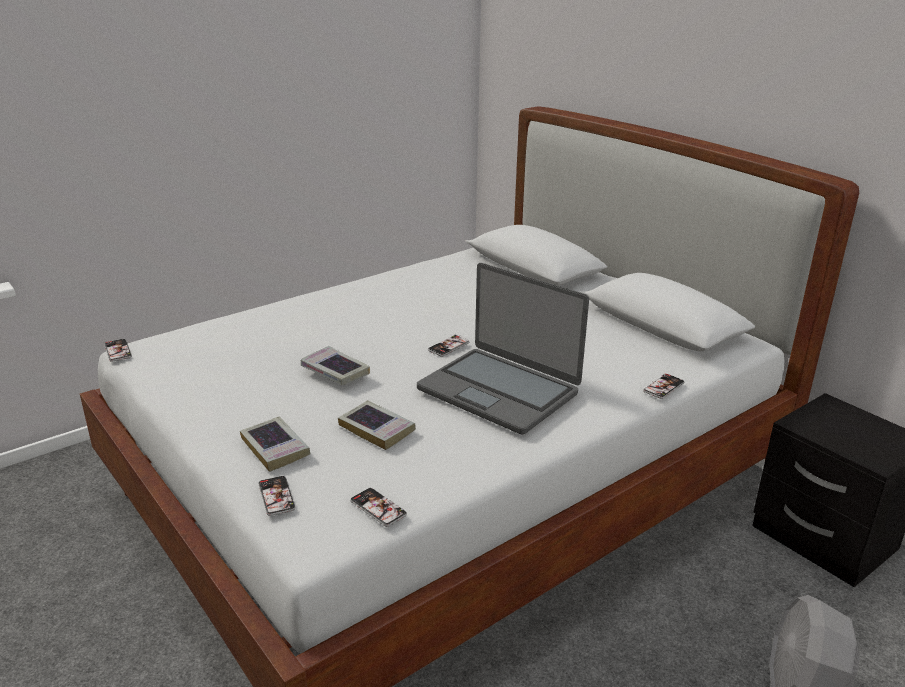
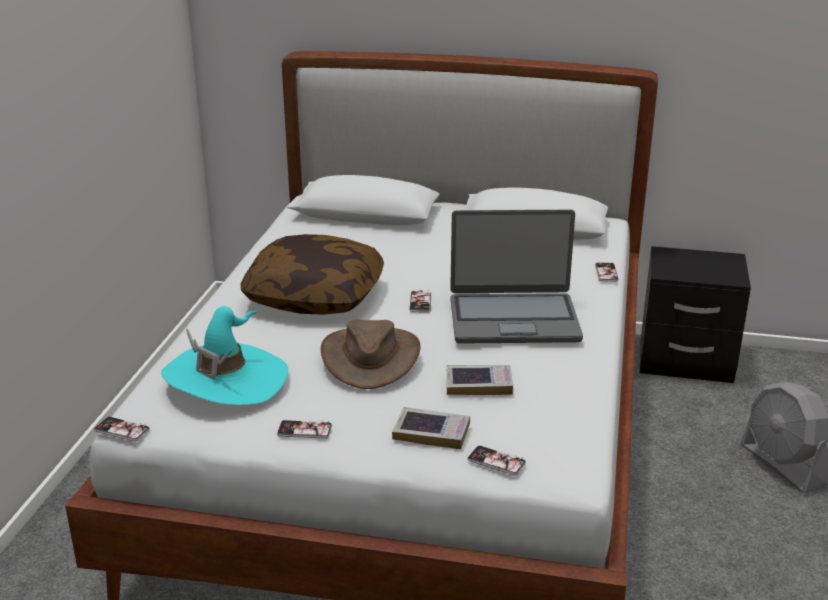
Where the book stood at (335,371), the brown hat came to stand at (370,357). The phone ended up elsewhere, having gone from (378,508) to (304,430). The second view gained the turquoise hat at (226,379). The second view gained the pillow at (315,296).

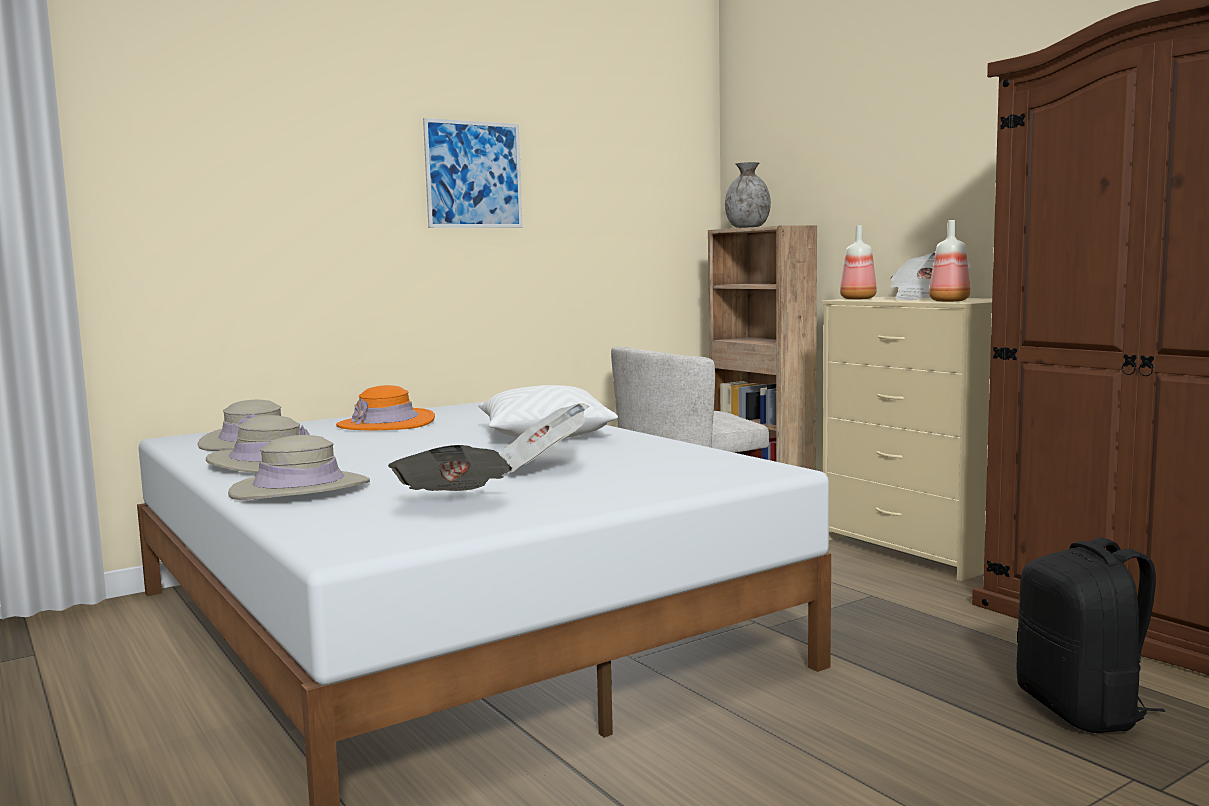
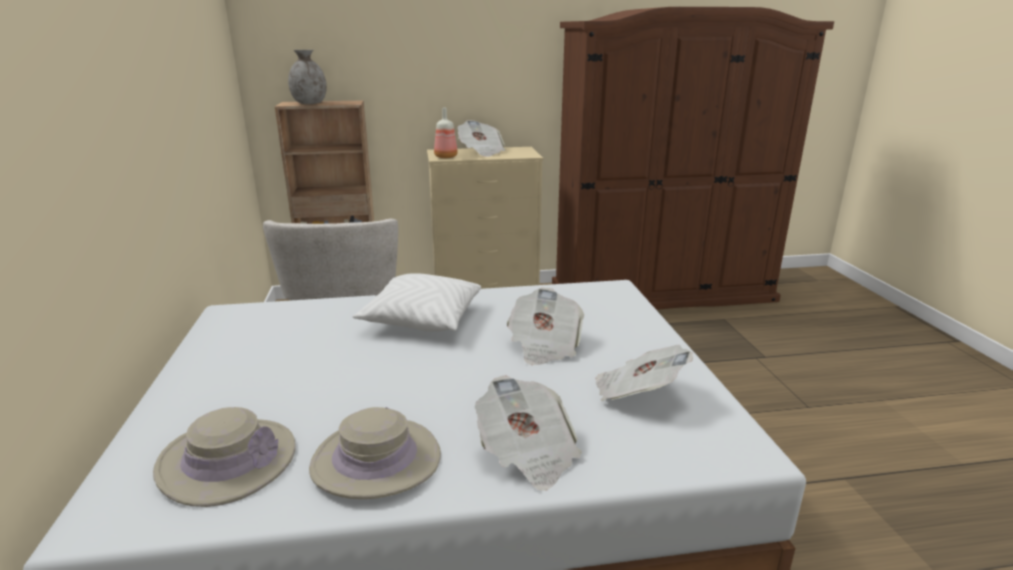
Where the beige hat stood at (300,489), the newspaper came to stand at (528,454). The second view lost the orange hat at (386,424). The second view lost the picture at (473,175). The second view lost the bottle at (948,301). The second view lost the black backpack at (1083,711).

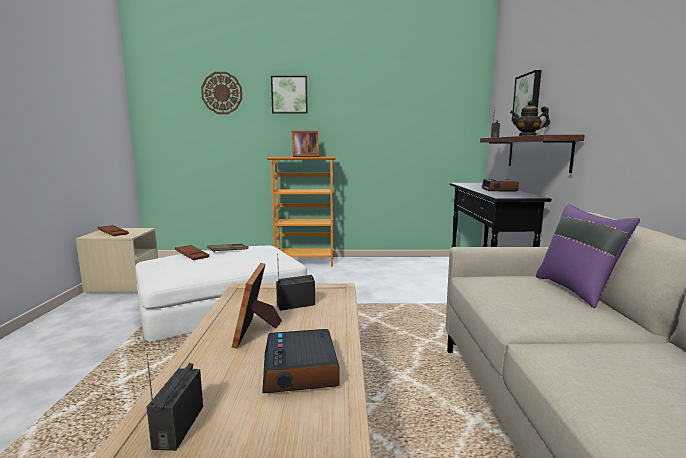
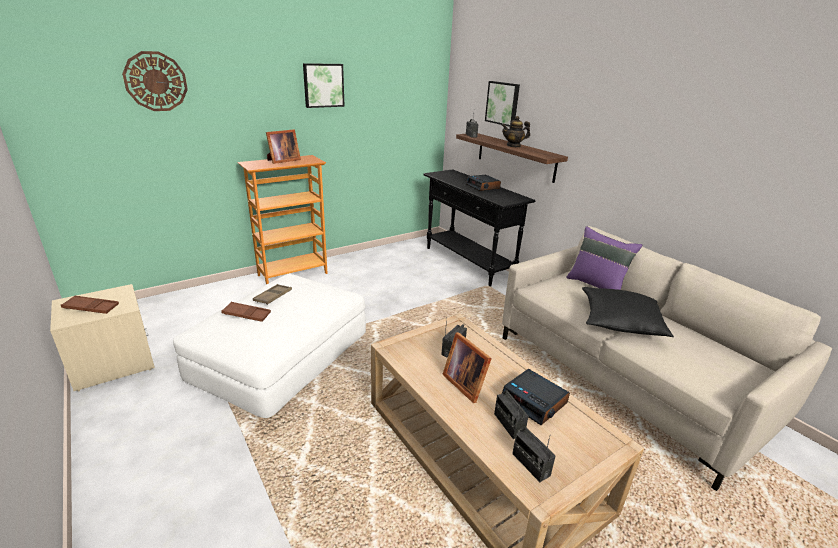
The picture ended up elsewhere, having gone from (289,95) to (323,85). The second view gained the radio at (508,424). The second view gained the black pillow at (620,323).

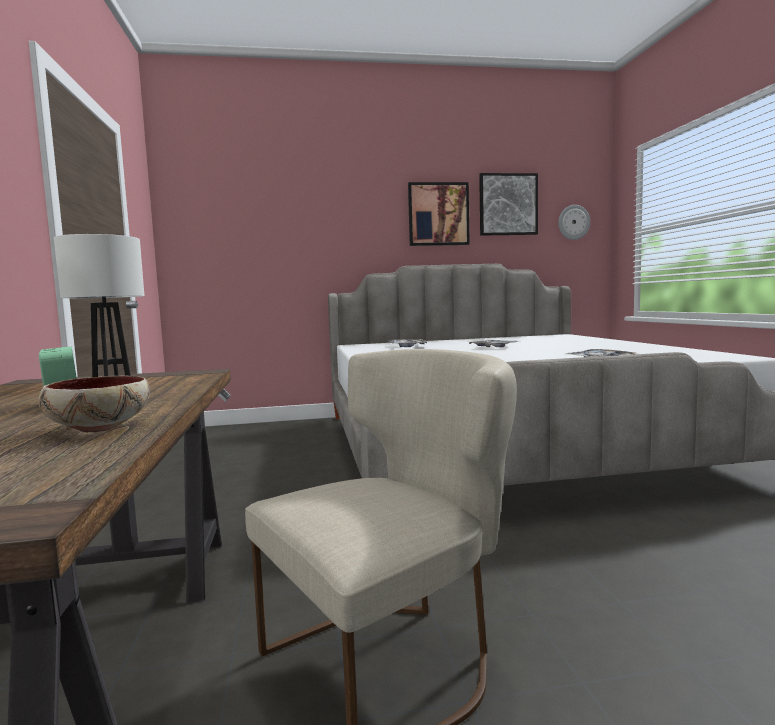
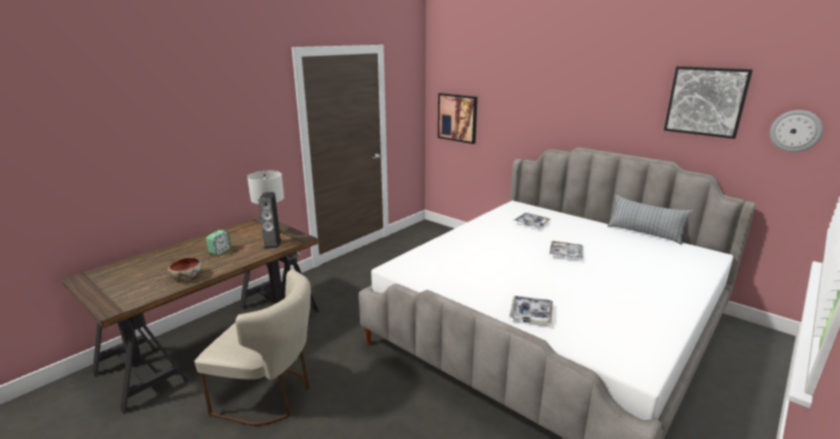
The picture ended up elsewhere, having gone from (438,214) to (457,117). The second view gained the speaker at (272,244). The second view gained the pillow at (644,233).

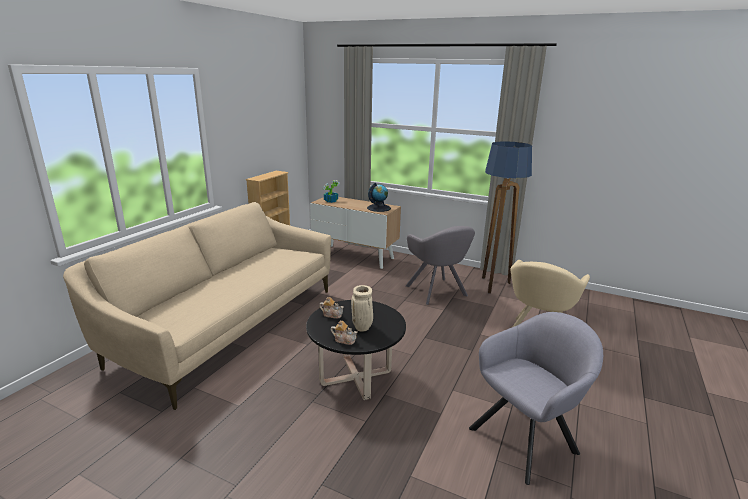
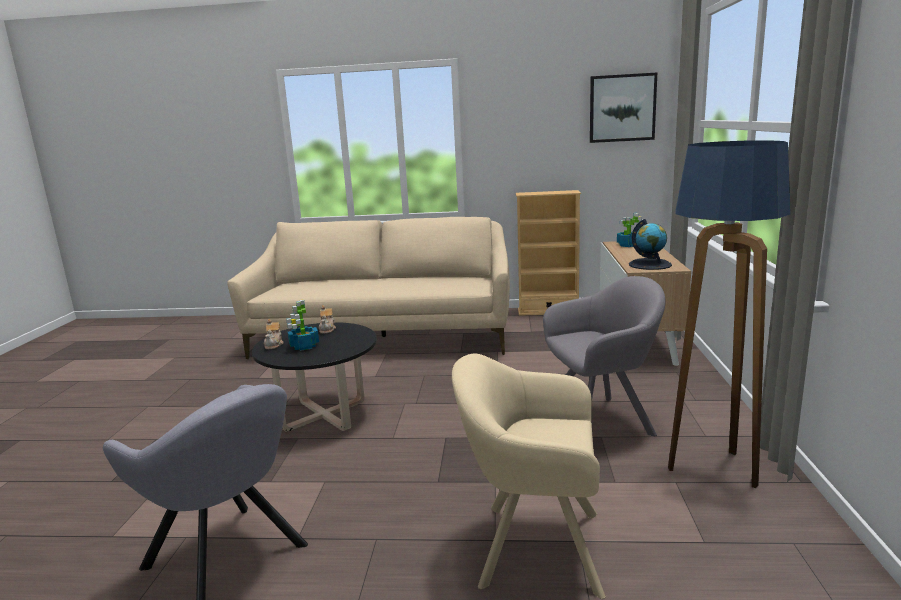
Where the beige vase stood at (362,328), the potted plant came to stand at (304,346). The grey armchair at (437,292) ended up facing another way, 150 degrees counterclockwise from before. The second view gained the picture at (622,108).

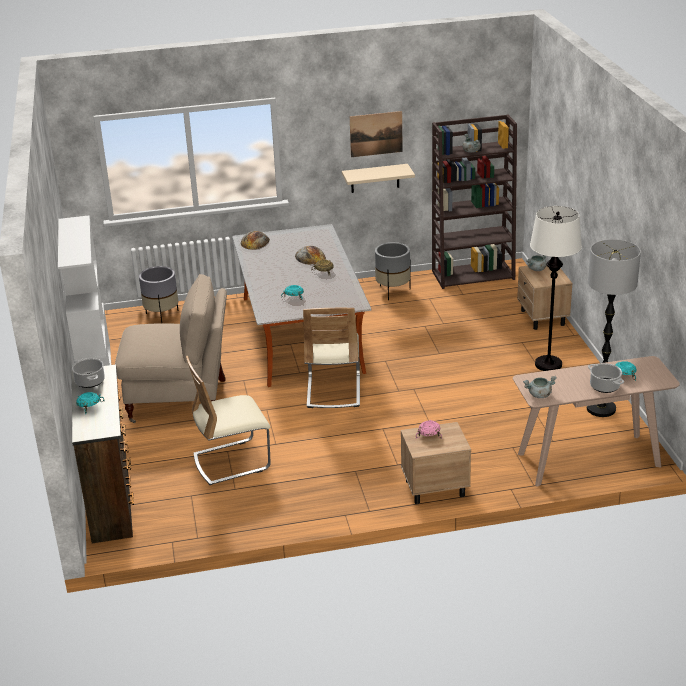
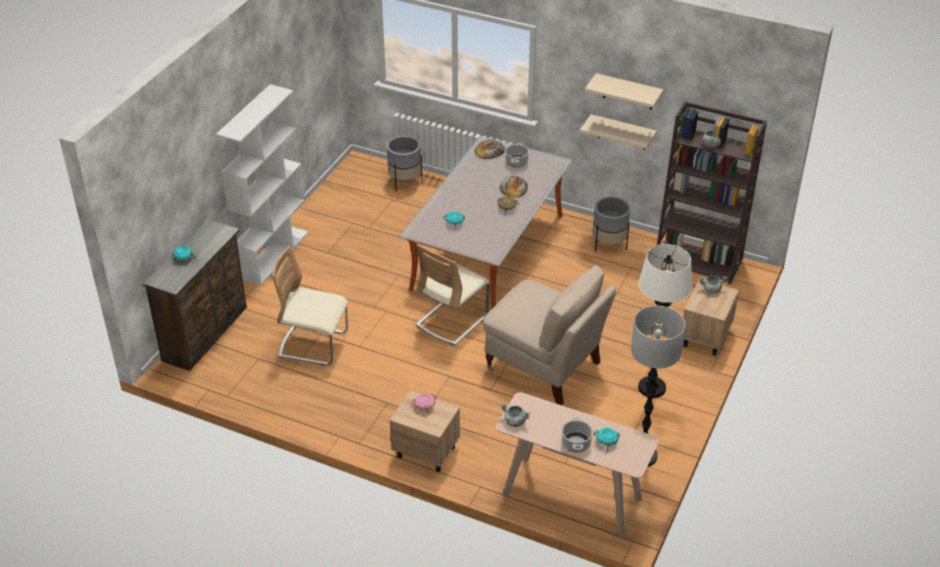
The cooking pot ended up elsewhere, having gone from (89,381) to (516,162). The beige chair ended up elsewhere, having gone from (180,401) to (545,367). Where the picture hung at (376,134), the beige shelf came to hang at (628,92).

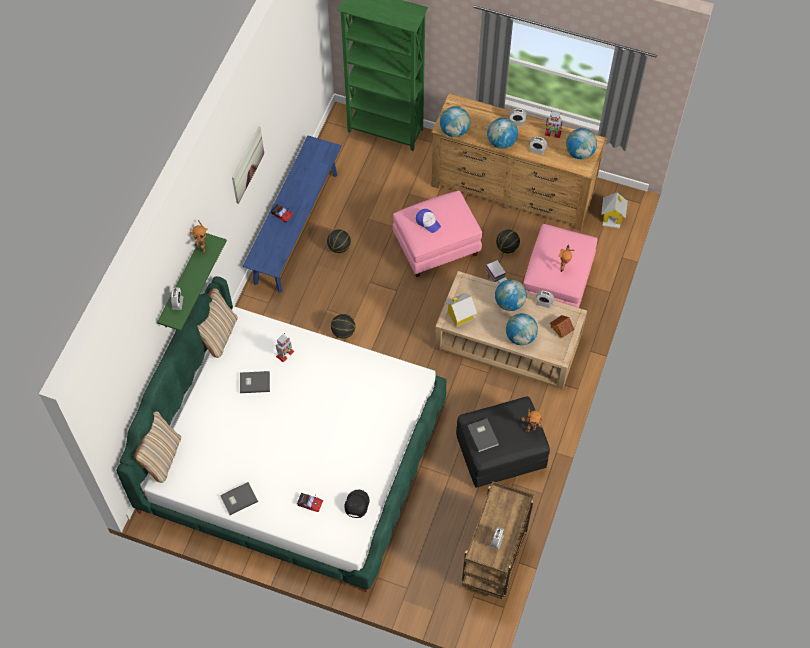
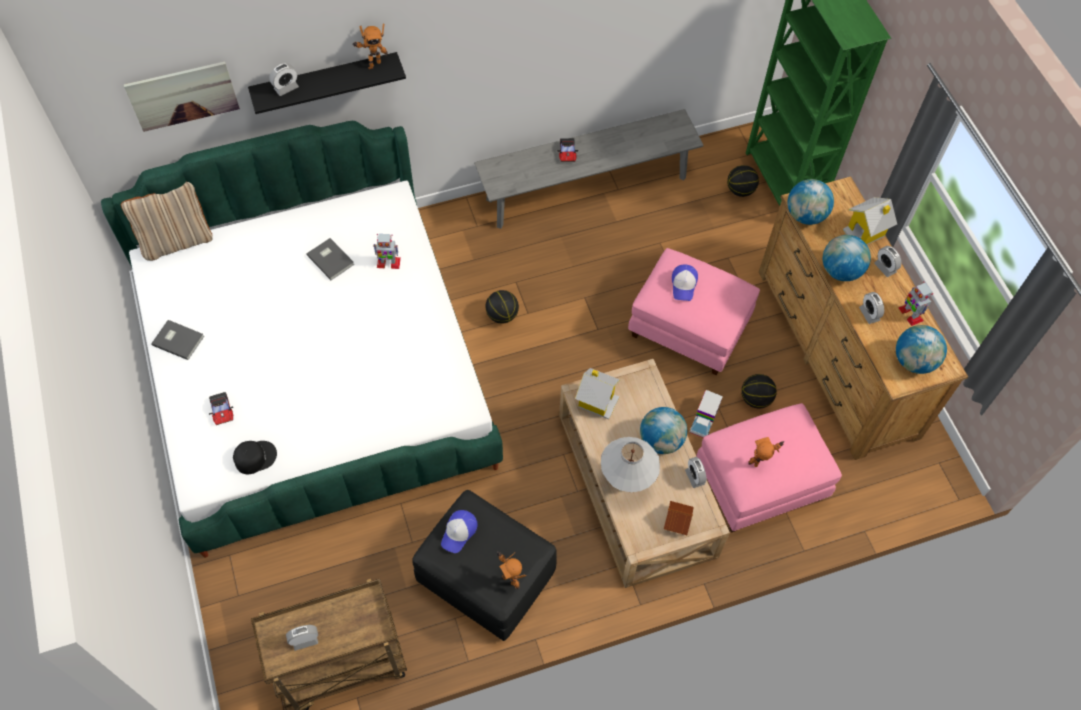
What was the green shelf at (182,283) turned into the black shelf at (325,82). The second view lost the beige pillow at (218,335). The picture ended up elsewhere, having gone from (247,164) to (183,95). What was the blue bench at (296,227) turned into the grey bench at (586,188). The basketball ended up elsewhere, having gone from (339,247) to (740,190). Where the grey book stood at (483,435), the cap came to stand at (459,532). Where the globe stood at (520,337), the white table lamp came to stand at (626,483). The toy house ended up elsewhere, having gone from (612,217) to (865,232).

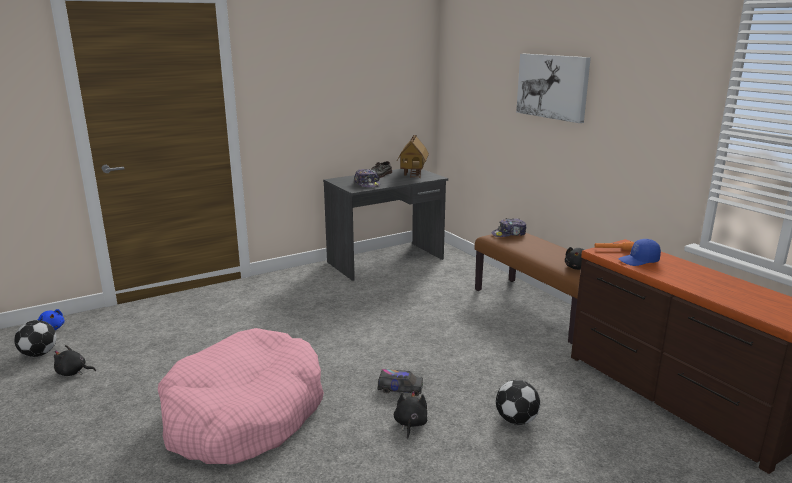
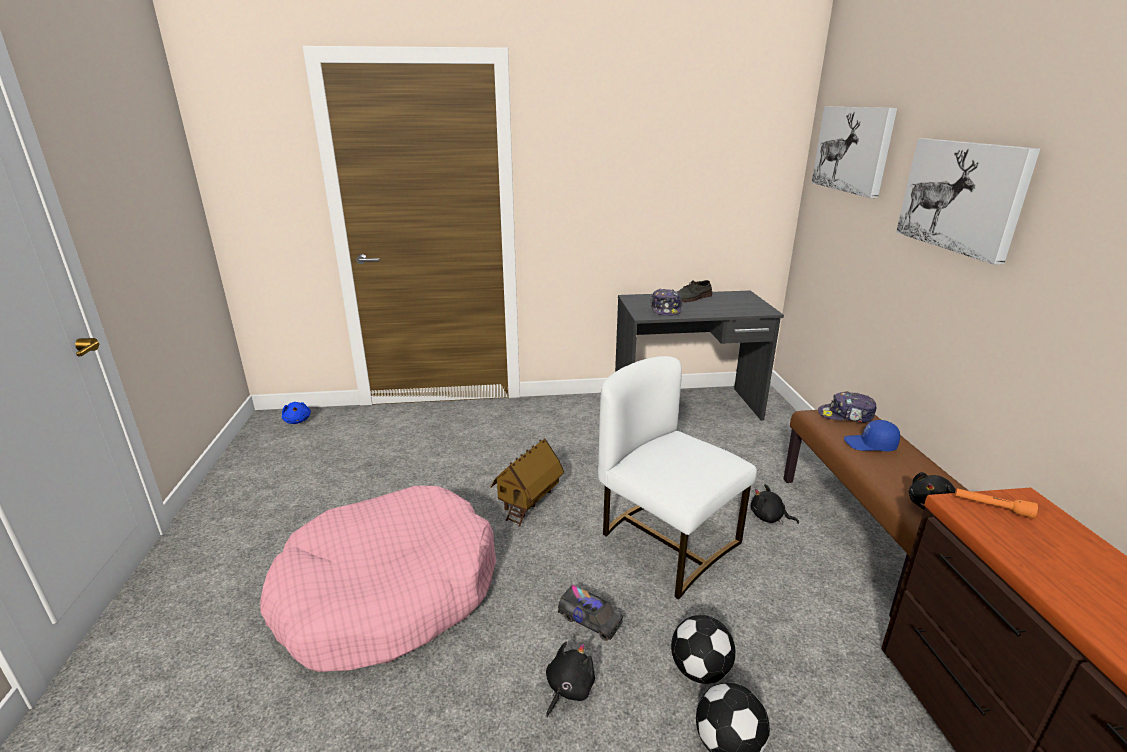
The football ended up elsewhere, having gone from (38,354) to (699,669). The black plush toy ended up elsewhere, having gone from (73,372) to (769,517). The toy house ended up elsewhere, having gone from (413,172) to (528,501). The blue cap ended up elsewhere, having gone from (639,261) to (870,445). The second view gained the white chair at (666,542). The second view gained the picture at (853,149).

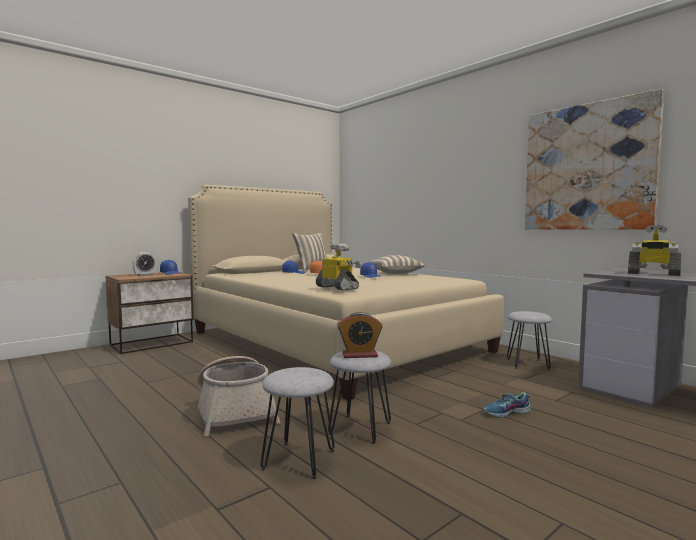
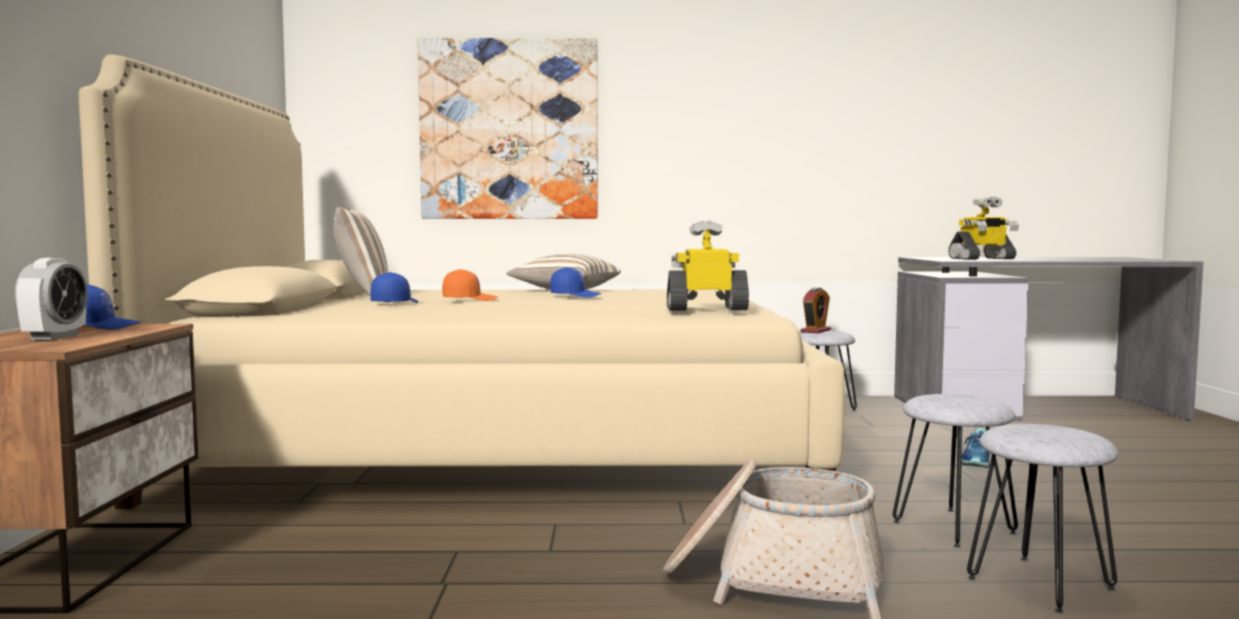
The alarm clock ended up elsewhere, having gone from (359,355) to (815,331). The picture ended up elsewhere, having gone from (587,167) to (509,130).

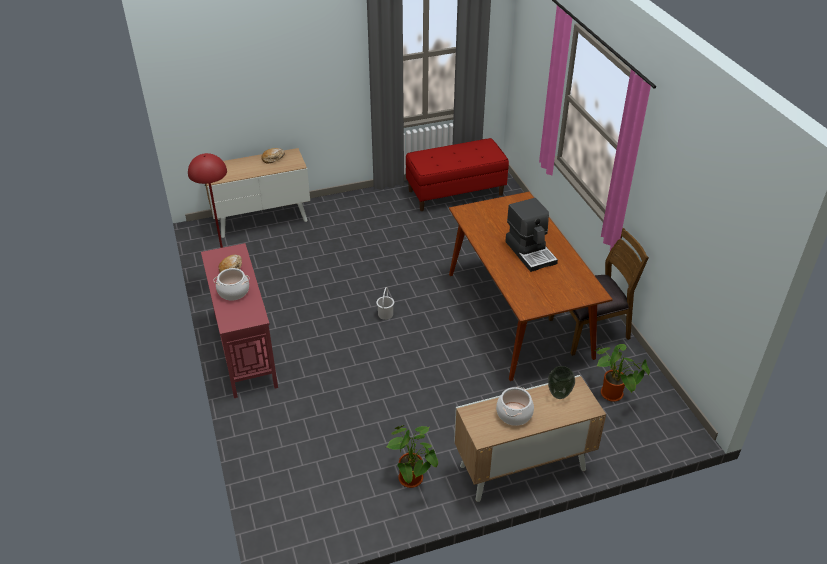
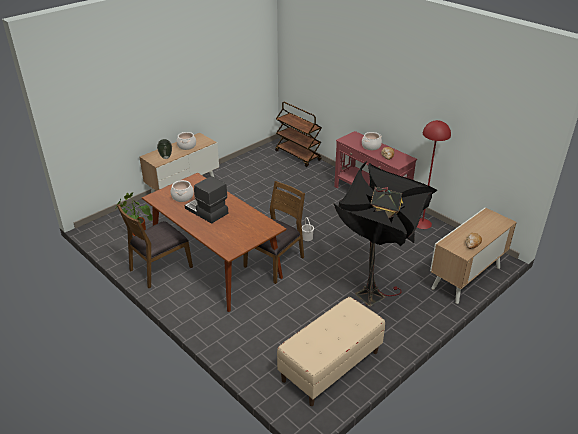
The second view lost the potted plant at (413,480). What was the red bench at (455,192) turned into the beige bench at (330,366). The second view gained the cooking pot at (182,197). The second view gained the brown chair at (275,262). The second view gained the brown cart at (298,156). The second view gained the black floor lamp at (374,300).

